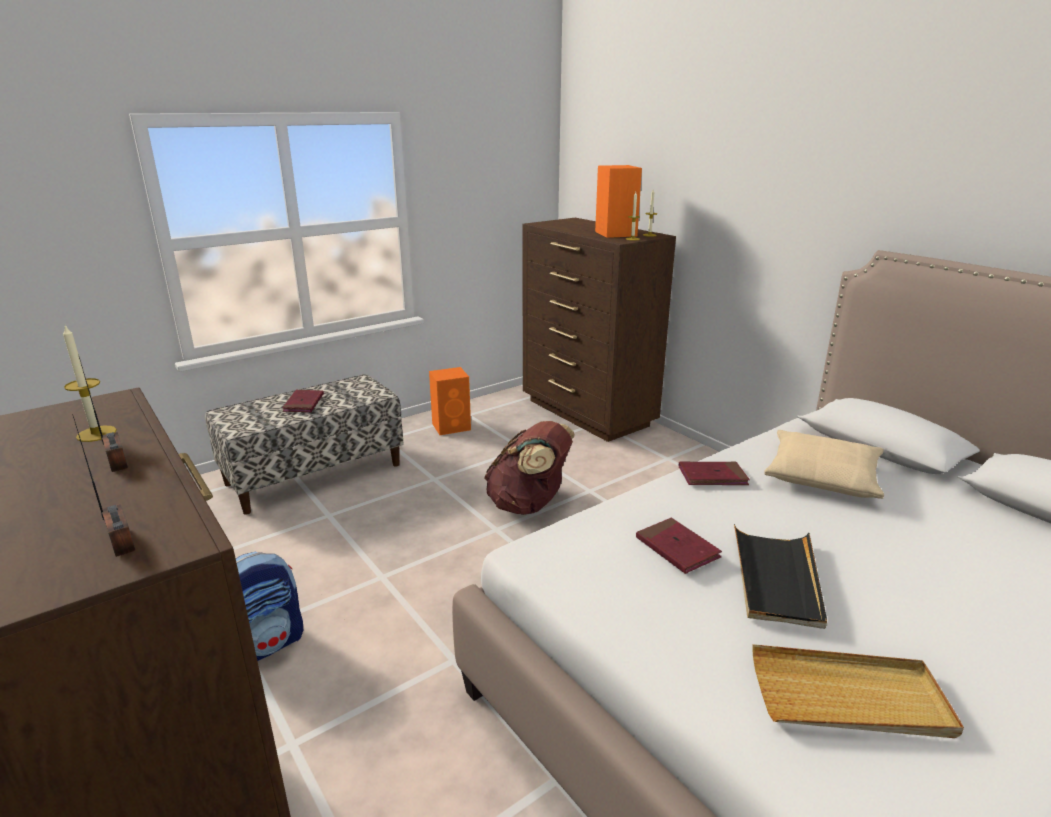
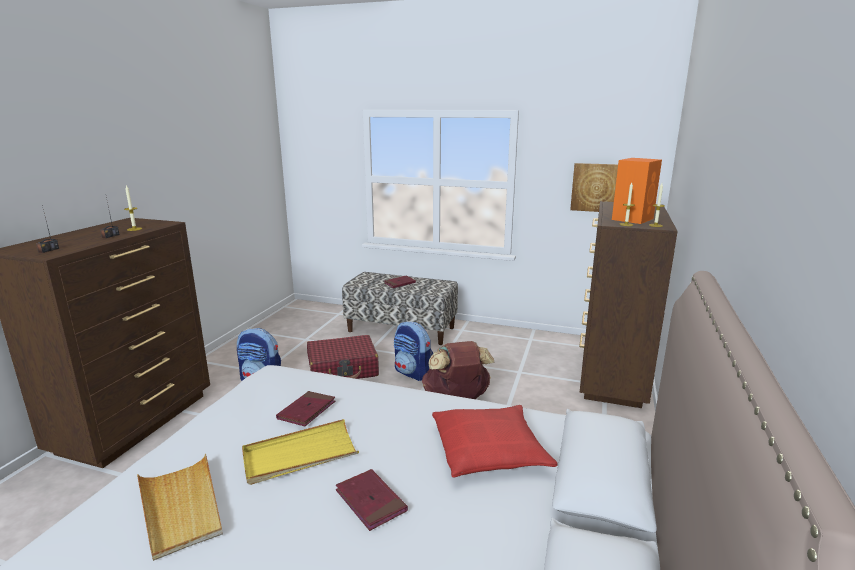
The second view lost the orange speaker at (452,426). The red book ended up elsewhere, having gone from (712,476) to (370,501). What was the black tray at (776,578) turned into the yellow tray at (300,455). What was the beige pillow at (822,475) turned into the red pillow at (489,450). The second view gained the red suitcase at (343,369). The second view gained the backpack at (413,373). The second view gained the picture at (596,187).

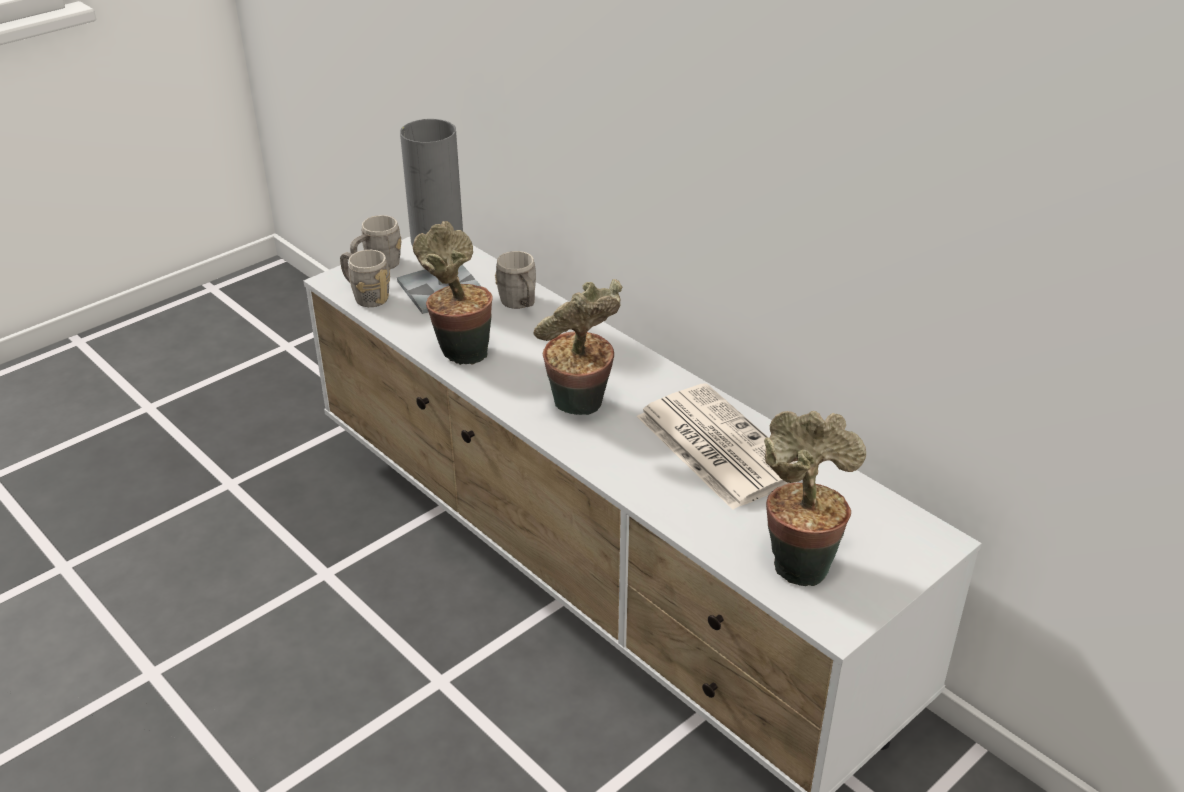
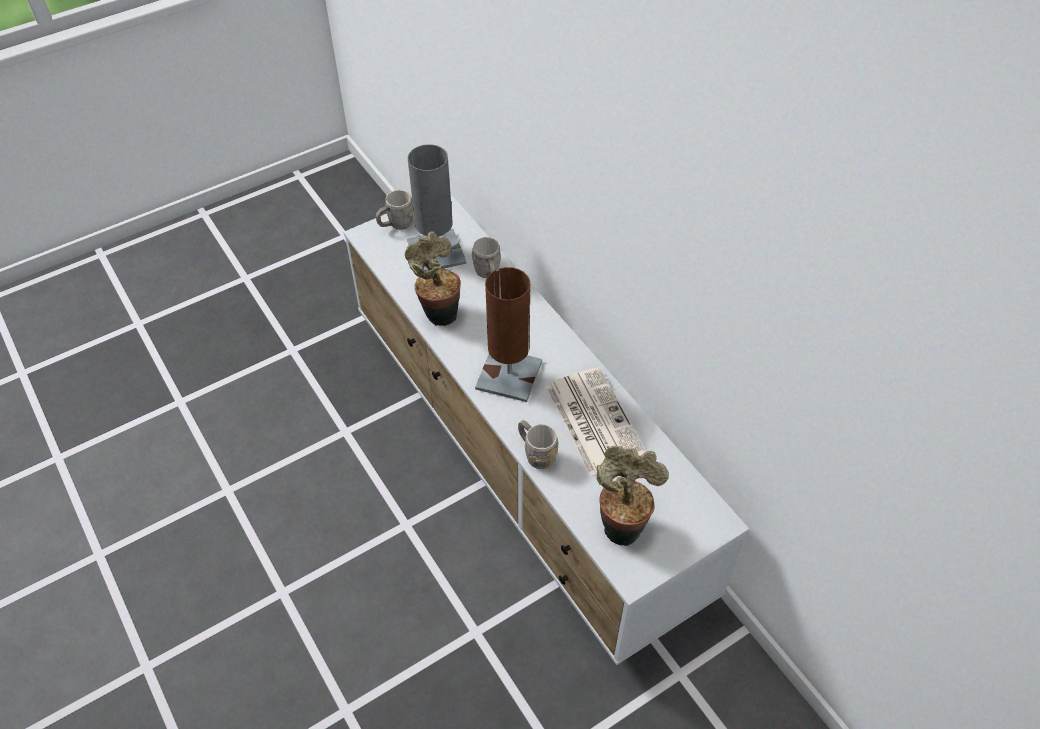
The grey mug ended up elsewhere, having gone from (366,296) to (536,453). Where the potted plant stood at (580,408), the brown table lamp came to stand at (509,375).

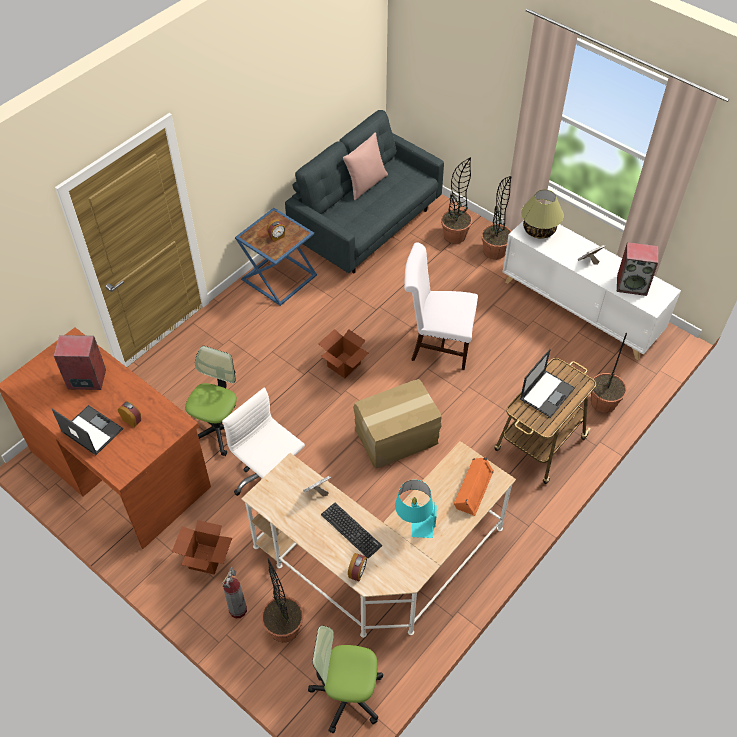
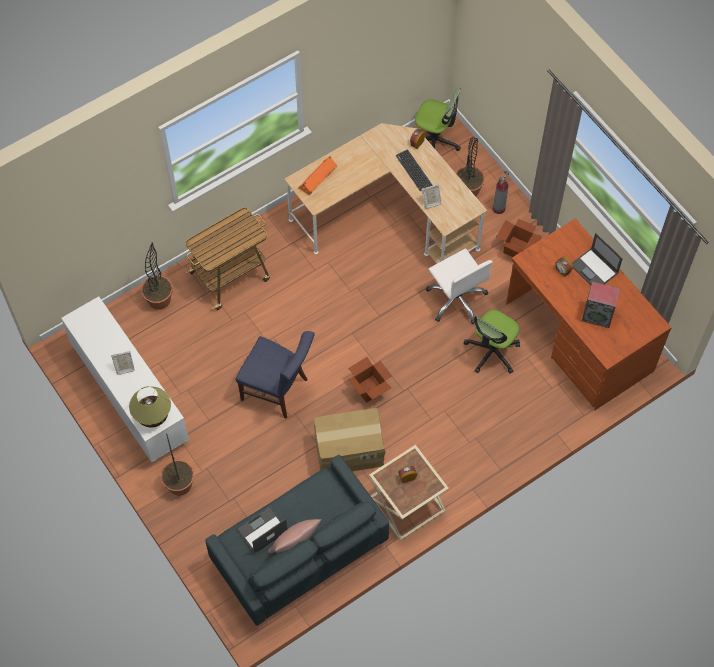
What was the blue side table at (279,277) turned into the beige side table at (406,505). The cardboard box ended up elsewhere, having gone from (396,438) to (349,449). The second view lost the turquoise table lamp at (415,523). What was the white chair at (436,344) turned into the blue chair at (278,390). The second view lost the potted plant at (455,235). The laptop ended up elsewhere, having gone from (547,393) to (261,530). The second view lost the speaker at (632,285).

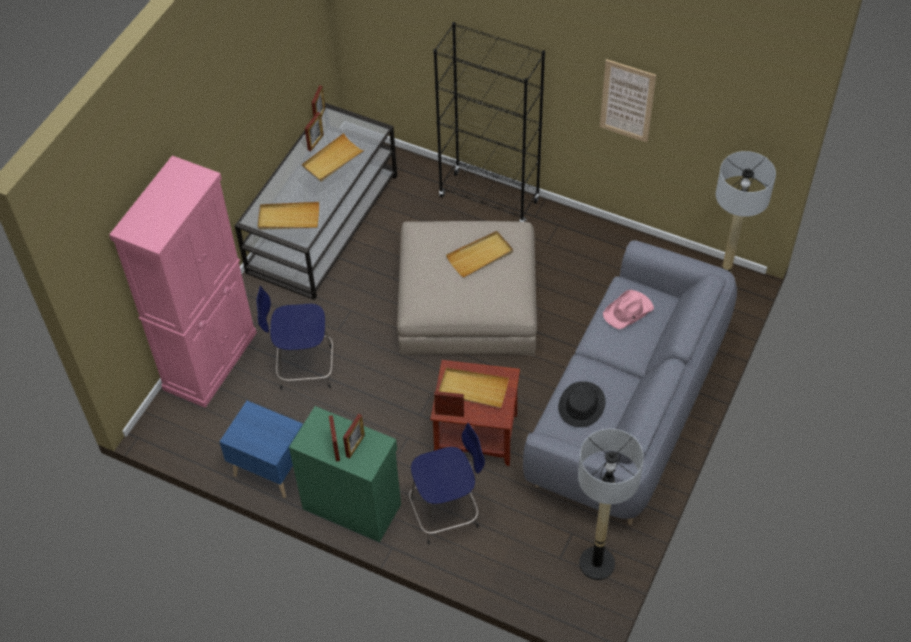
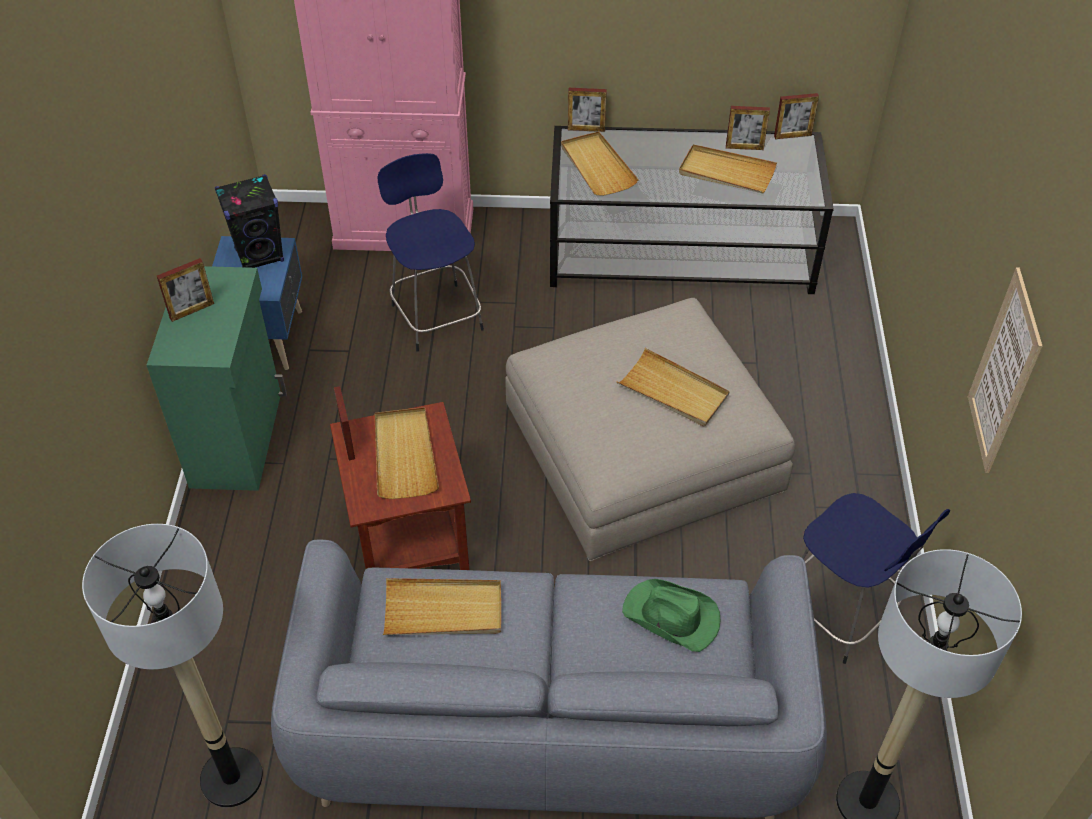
The picture frame ended up elsewhere, having gone from (355,446) to (586,129). The blue stool ended up elsewhere, having gone from (447,512) to (840,613). The second view lost the black bookcase at (489,199). Where the black hat stood at (582,405), the beige tray came to stand at (443,610). What was the pink hat at (628,311) turned into the green hat at (671,617). The second view gained the black speaker at (260,255).

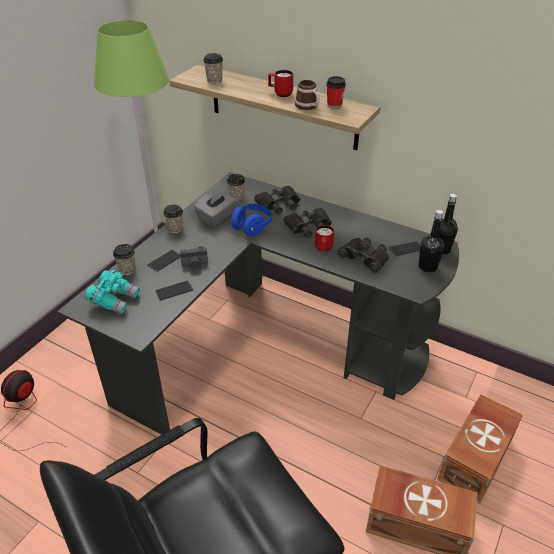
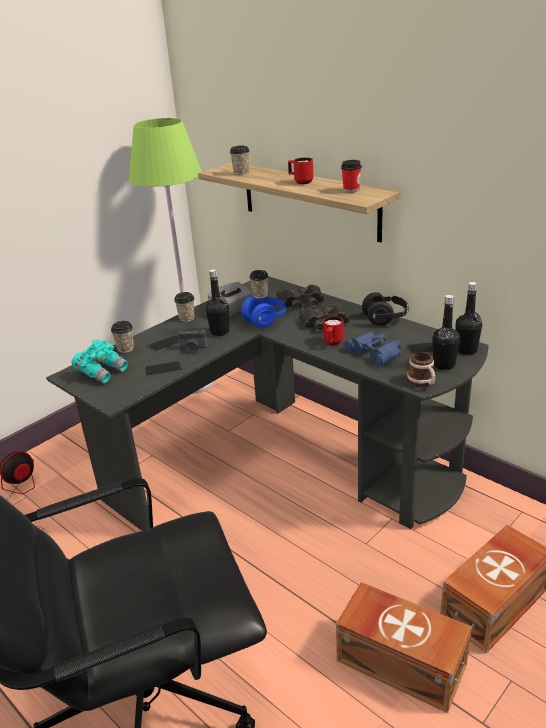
The mug ended up elsewhere, having gone from (308,107) to (423,382). What was the black binoculars at (364,258) turned into the blue binoculars at (374,353). The second view gained the black bottle at (220,332). The second view gained the black headphones at (385,319).

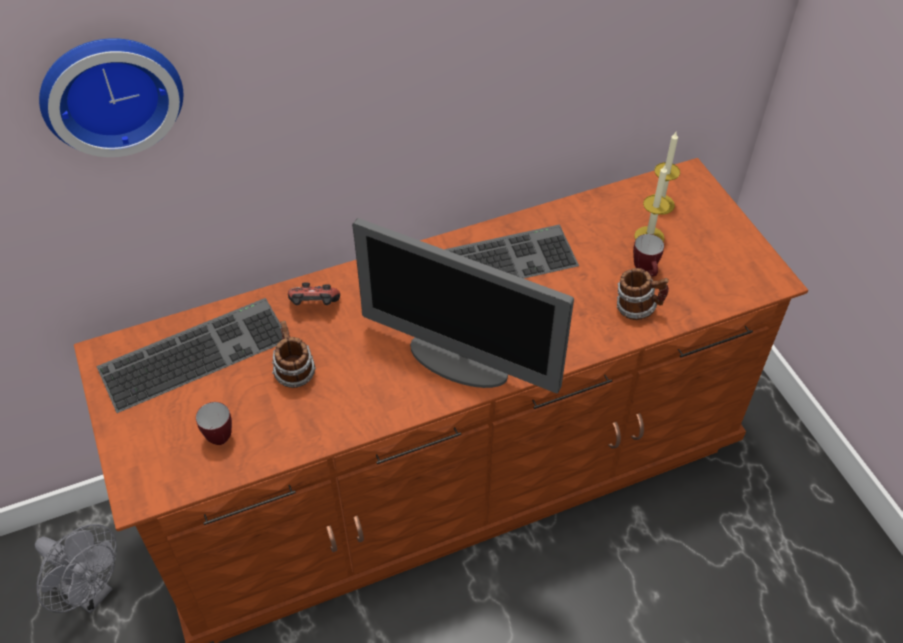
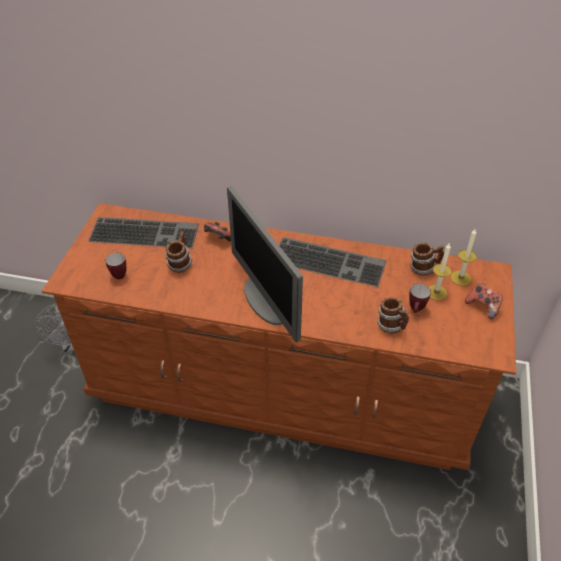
The second view lost the wall clock at (110,91). The second view gained the mug at (423,268). The second view gained the game controller at (482,306).

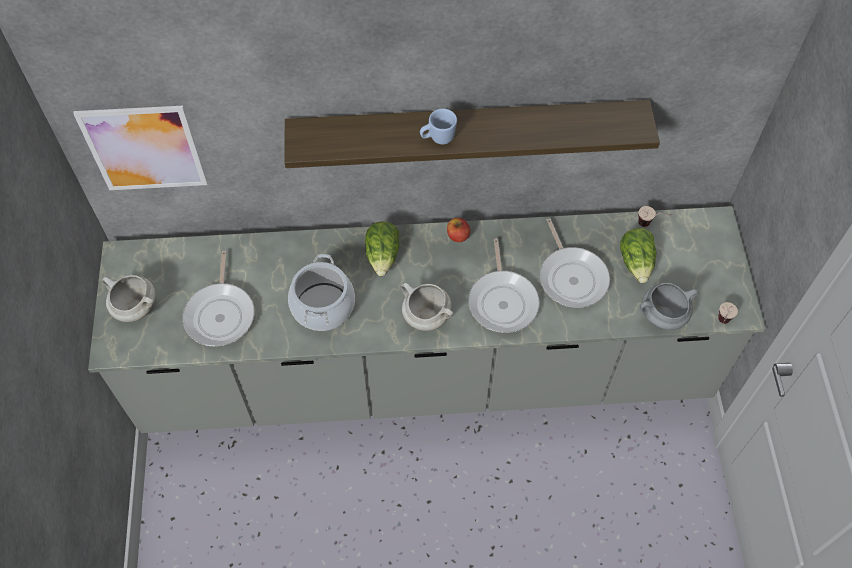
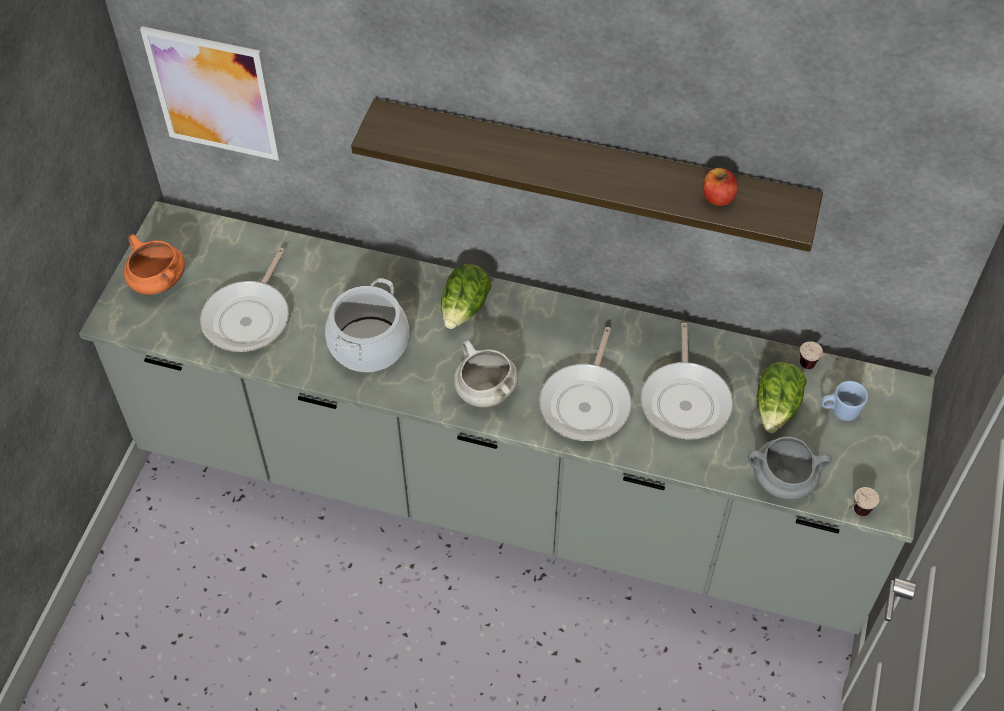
What was the white cooking pot at (134,308) turned into the orange cooking pot at (157,282). The blue mug ended up elsewhere, having gone from (437,138) to (839,411). The apple ended up elsewhere, having gone from (458,235) to (717,197).

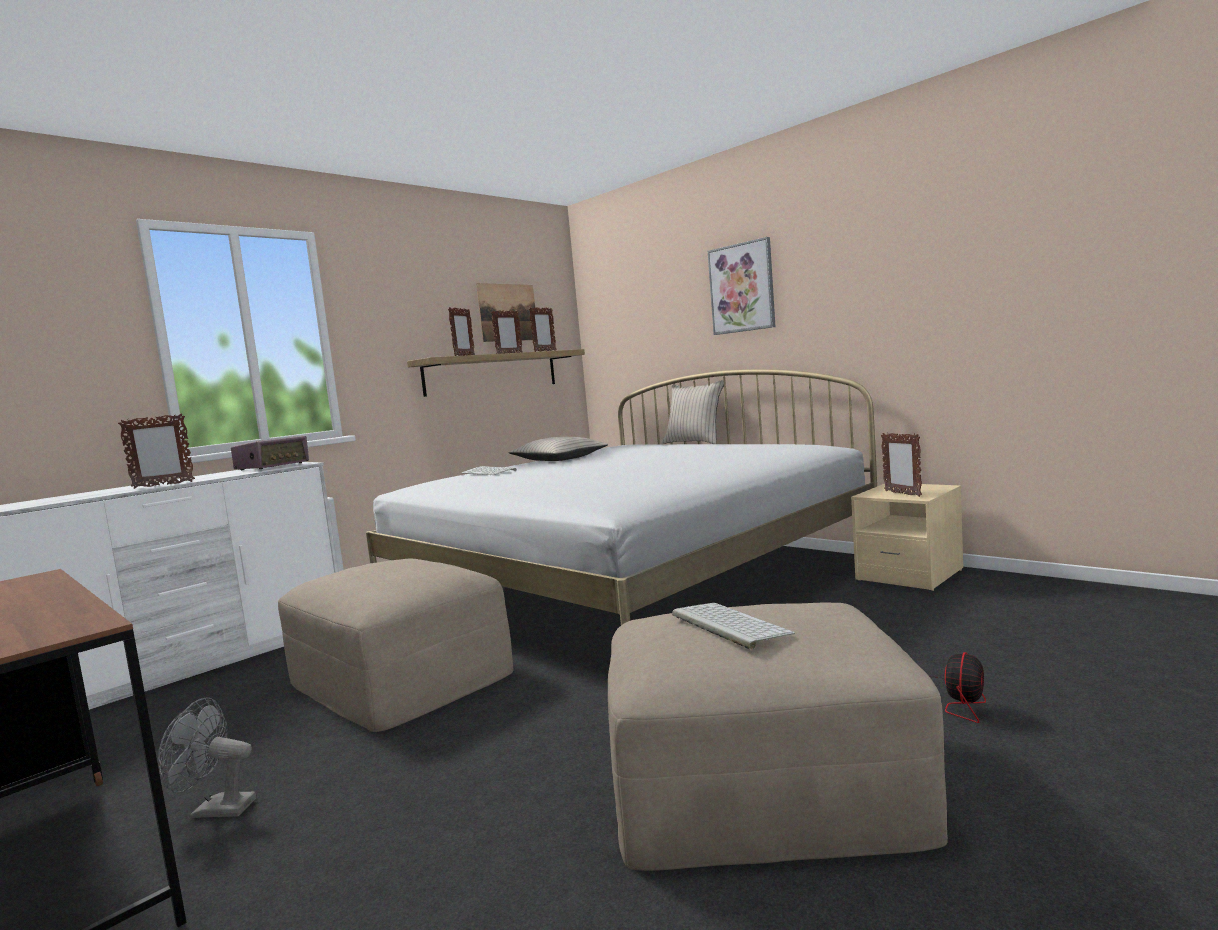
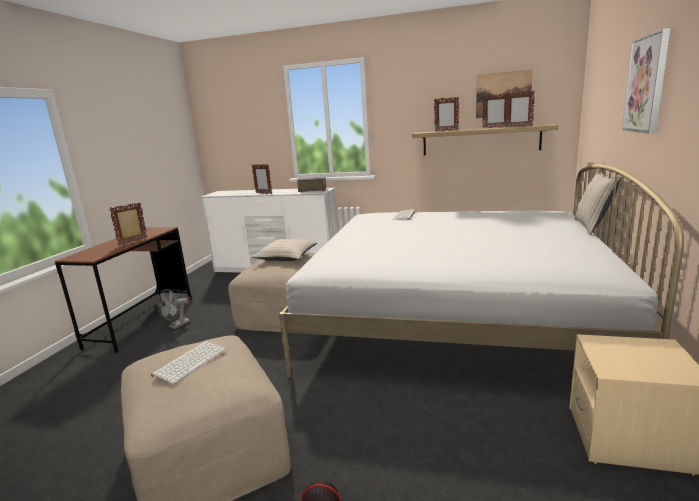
The grey fan at (214,810) ended up facing another way, 120 degrees counterclockwise from before. The beige pillow ended up elsewhere, having gone from (559,459) to (286,257). The picture frame ended up elsewhere, having gone from (902,493) to (133,241).

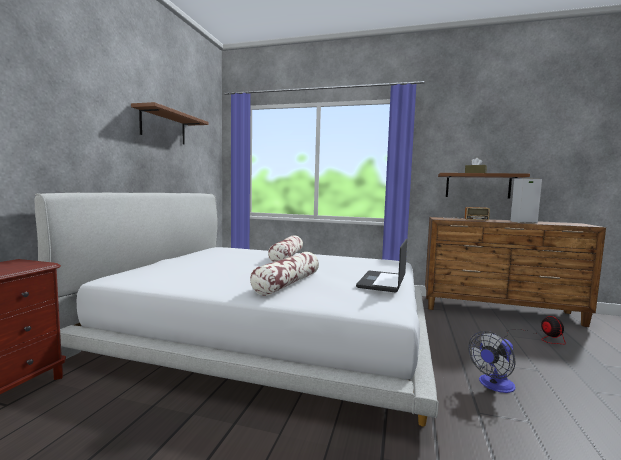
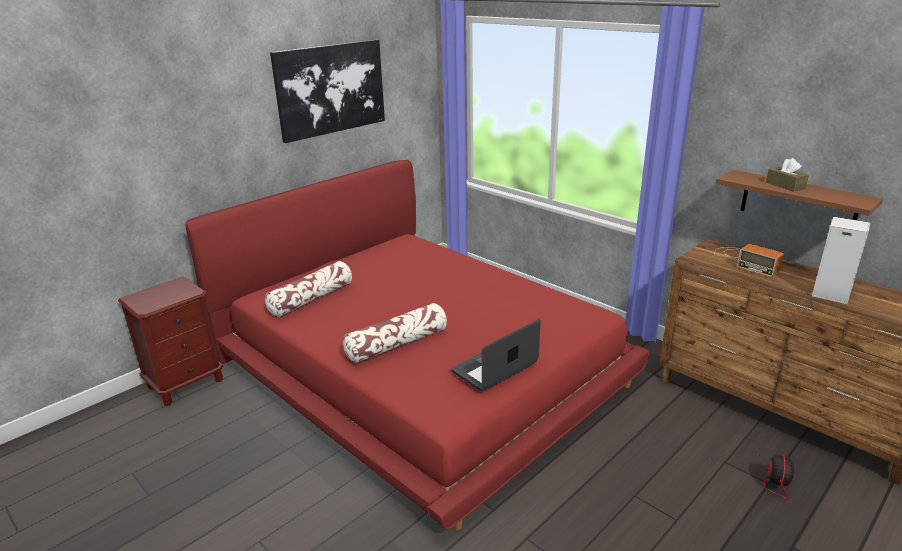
What was the white bed at (268,331) turned into the red bed at (419,368). Where the brown shelf hung at (163,127), the picture came to hang at (331,89). The pillow ended up elsewhere, having gone from (286,257) to (311,298). The second view lost the fan at (493,385).

